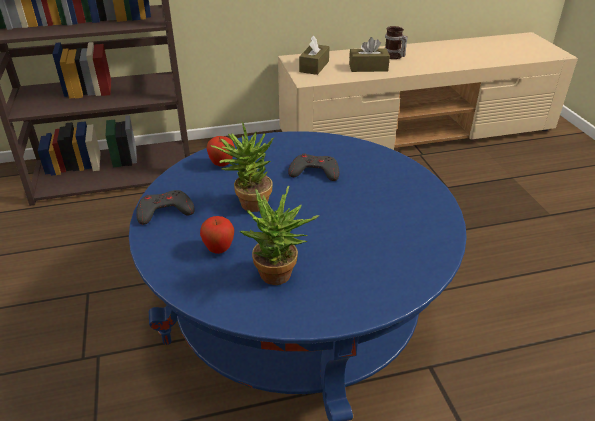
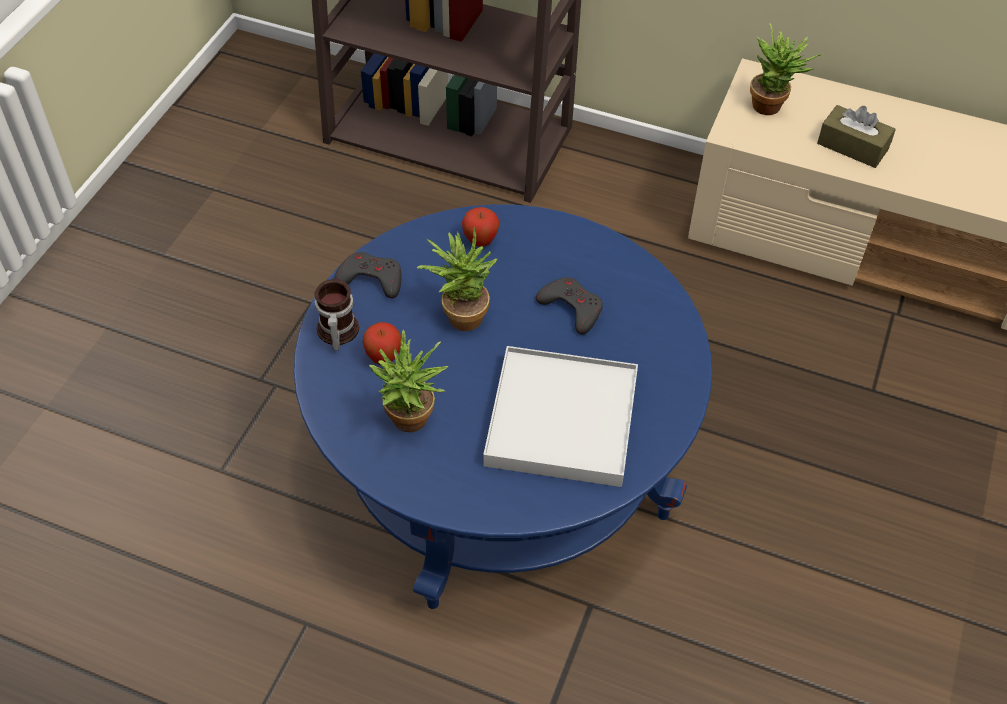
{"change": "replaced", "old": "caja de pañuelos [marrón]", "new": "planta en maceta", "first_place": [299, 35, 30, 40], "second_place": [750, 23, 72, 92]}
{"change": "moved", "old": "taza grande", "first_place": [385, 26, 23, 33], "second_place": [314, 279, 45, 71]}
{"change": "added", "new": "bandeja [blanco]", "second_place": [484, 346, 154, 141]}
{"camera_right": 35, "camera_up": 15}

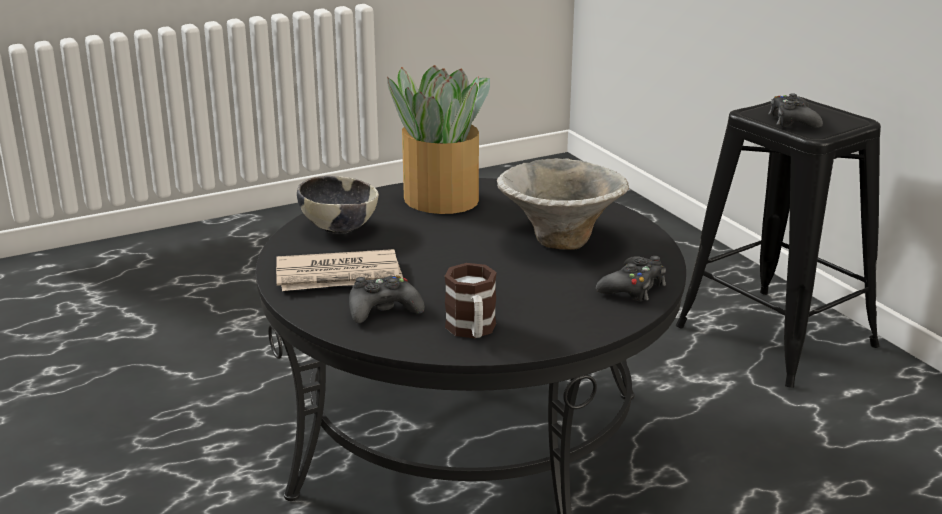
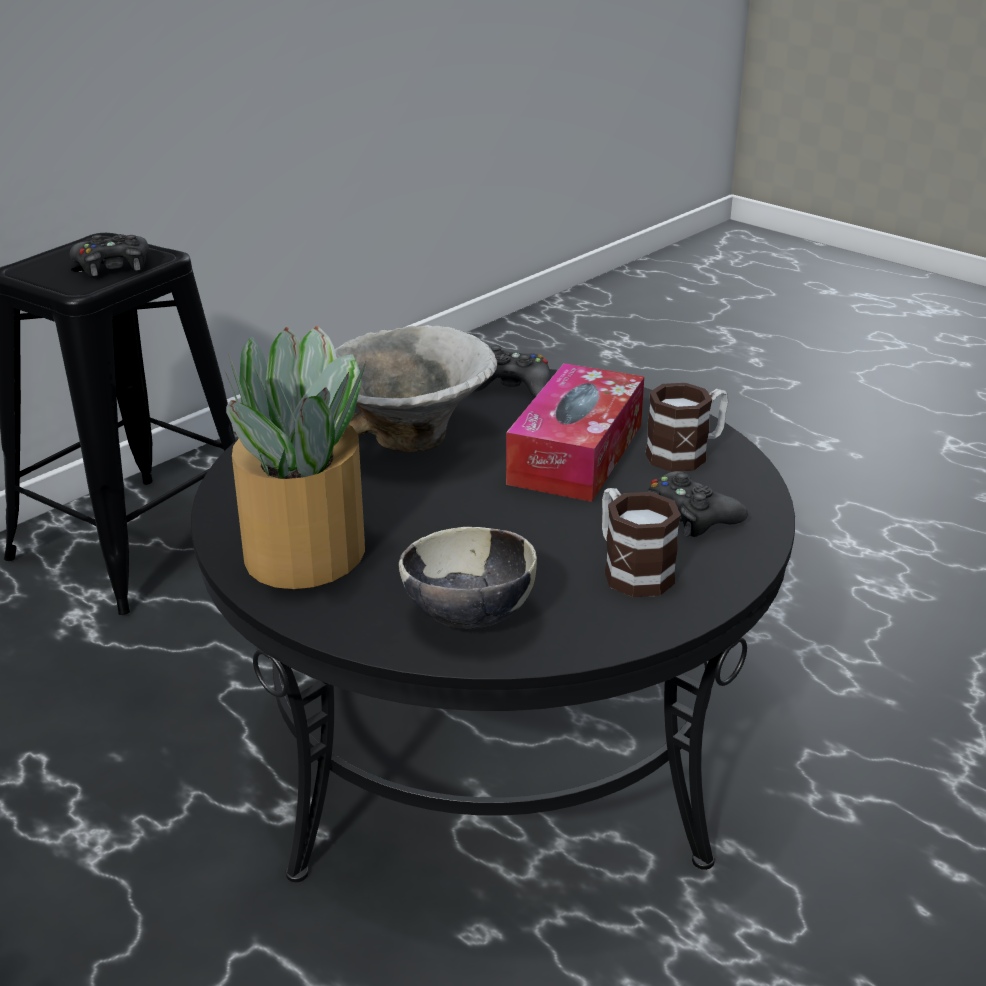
{"change": "replaced", "old": "periódico", "new": "taza grande", "first_place": [276, 249, 127, 42], "second_place": [602, 488, 79, 109]}
{"change": "added", "new": "caja de pañuelos", "second_place": [506, 363, 138, 139]}
{"camera_right": -110, "camera_up": 5}

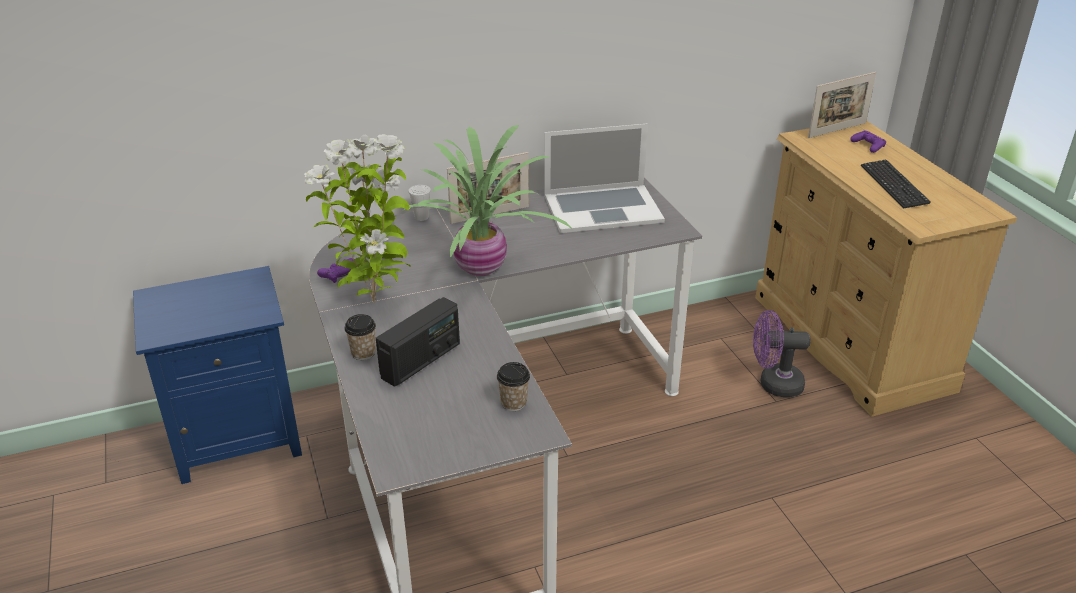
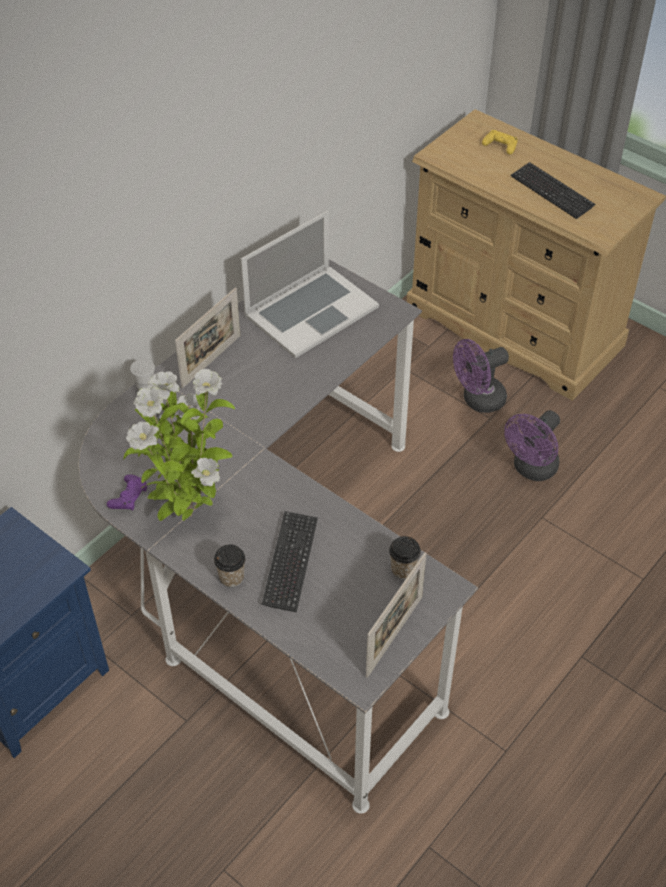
{"change": "replaced", "old": "radio", "new": "teclado", "first_place": [376, 297, 84, 90], "second_place": [261, 511, 57, 101]}
{"change": "removed", "old": "planta en maceta", "first_place": [401, 125, 170, 151]}
{"change": "moved", "old": "portarretratos", "first_place": [808, 72, 68, 66], "second_place": [366, 552, 61, 126]}
{"change": "recoloured", "old": "mando de consola [morado]", "new": "mando de consola [amarillo]", "first_place": [850, 130, 36, 23], "second_place": [482, 130, 36, 24]}
{"change": "added", "new": "ventilador [morado]", "second_place": [504, 410, 56, 71]}
{"camera_right": -30, "camera_up": 15}

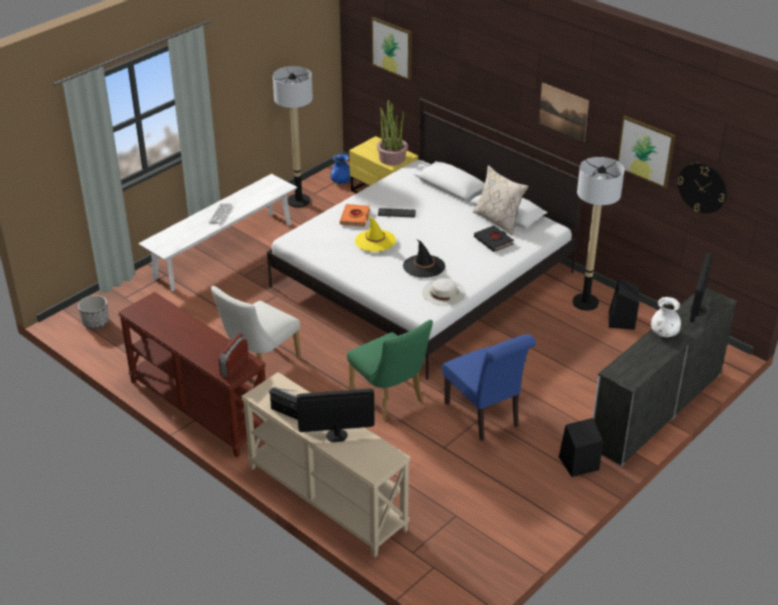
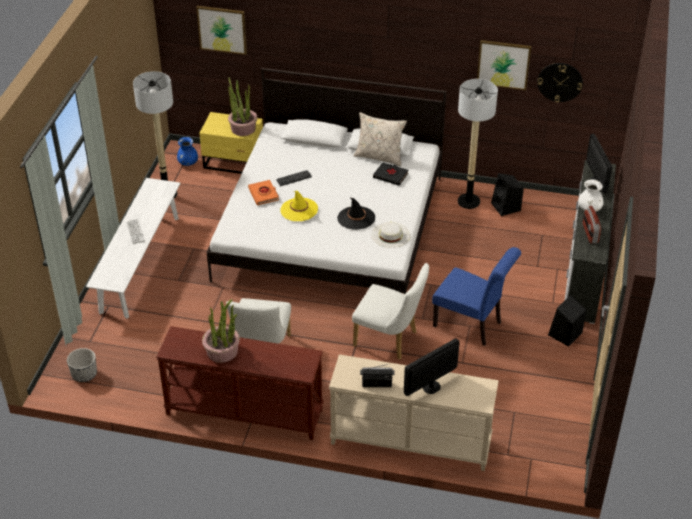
{"change": "moved", "old": "radio", "first_place": [219, 333, 30, 45], "second_place": [583, 206, 18, 38]}
{"change": "recoloured", "old": "silla [verde]", "new": "silla [blanco]", "first_place": [347, 320, 86, 100], "second_place": [352, 263, 77, 97]}
{"change": "removed", "old": "cuadro", "first_place": [539, 83, 50, 59]}
{"change": "added", "new": "planta en maceta", "second_place": [202, 299, 38, 64]}
{"camera_right": -30, "camera_up": 5}

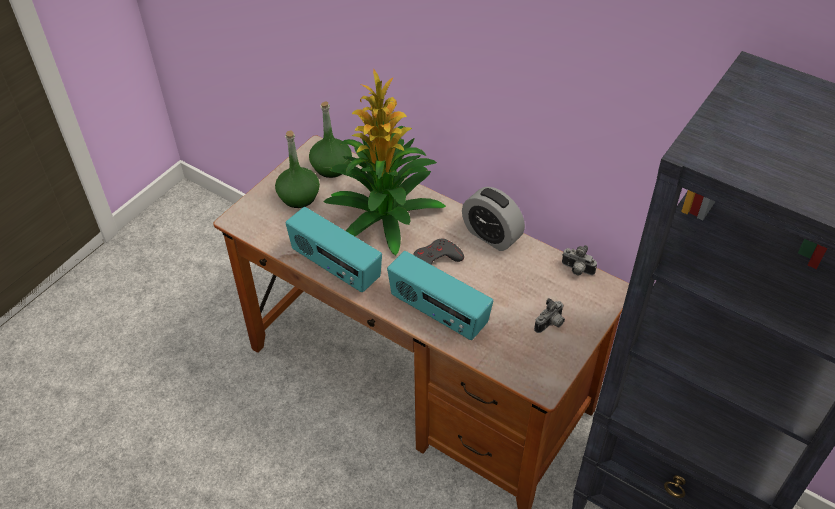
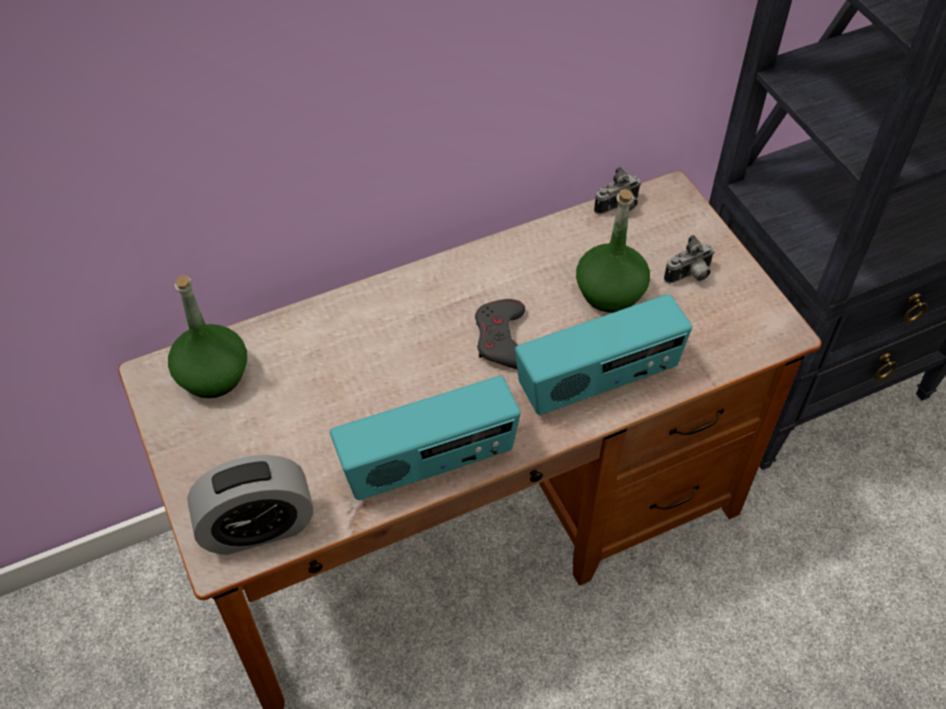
{"change": "moved", "old": "botella [verde]", "first_place": [275, 130, 45, 78], "second_place": [576, 189, 74, 124]}
{"change": "removed", "old": "planta en maceta", "first_place": [323, 68, 123, 188]}
{"change": "moved", "old": "despertador", "first_place": [462, 187, 63, 64], "second_place": [187, 455, 126, 100]}
{"change": "turned", "old": "cámara", "first_place": [534, 298, 31, 35], "second_place": [664, 235, 51, 49], "degrees": 75}
{"camera_right": -60, "camera_up": 5}

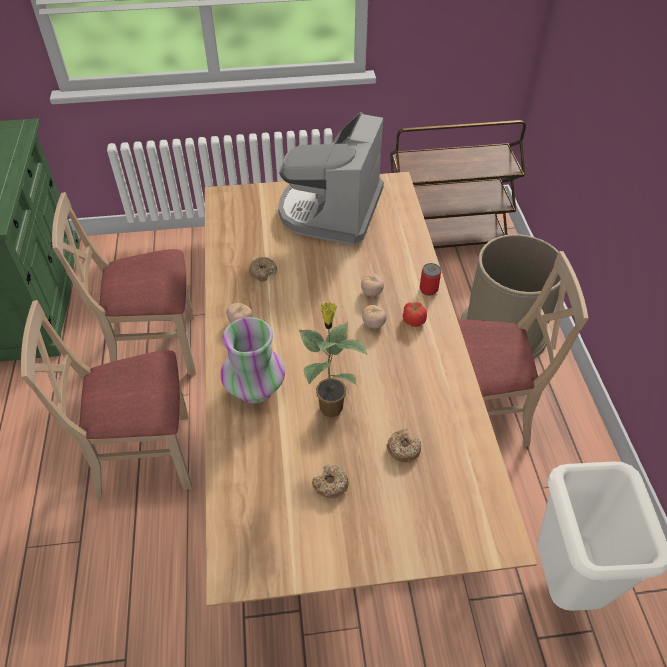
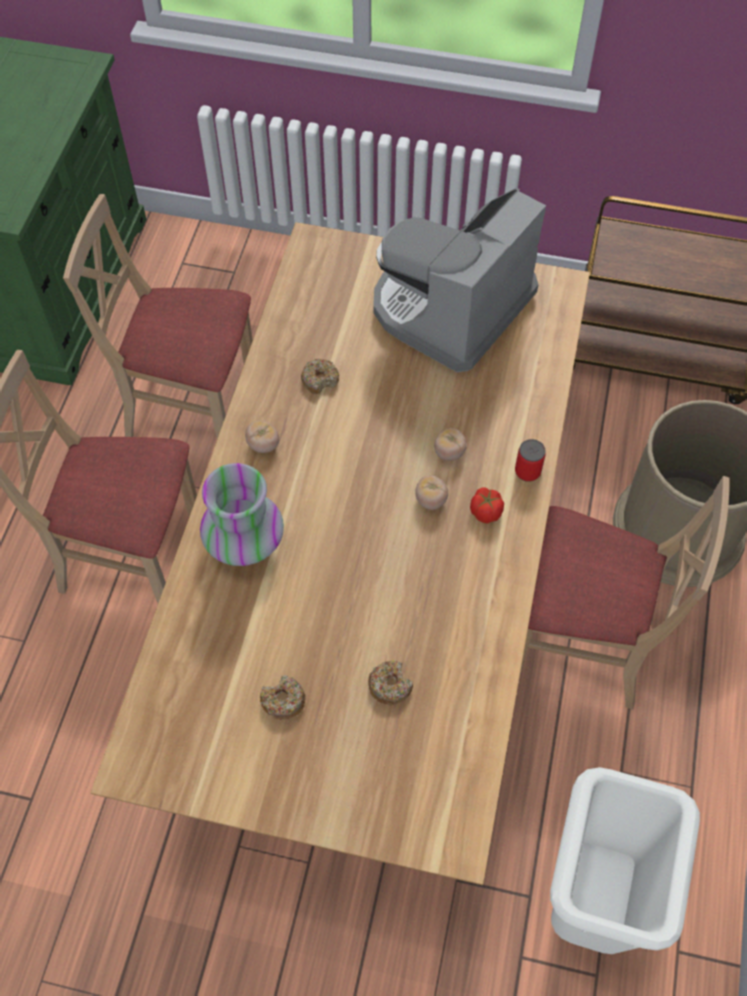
{"change": "removed", "old": "planta en maceta", "first_place": [299, 302, 69, 115]}
{"camera_right": 20, "camera_up": 10}

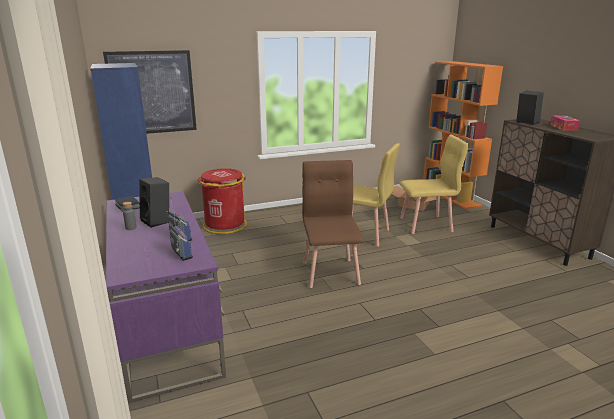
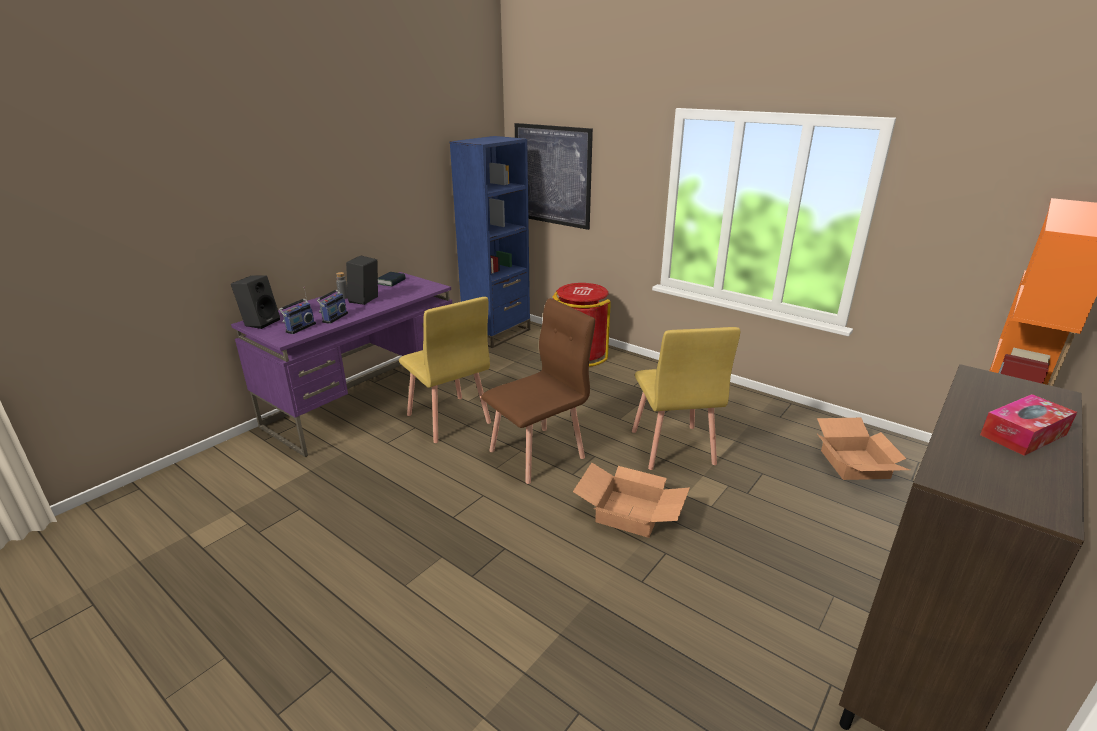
{"change": "moved", "old": "silla [amarillo]", "first_place": [399, 135, 70, 99], "second_place": [399, 297, 92, 146]}
{"change": "moved", "old": "altavoz [negro]", "first_place": [516, 91, 28, 34], "second_place": [231, 275, 49, 54]}
{"change": "added", "new": "caja de cartón", "second_place": [573, 463, 117, 75]}
{"camera_right": 60, "camera_up": 5}

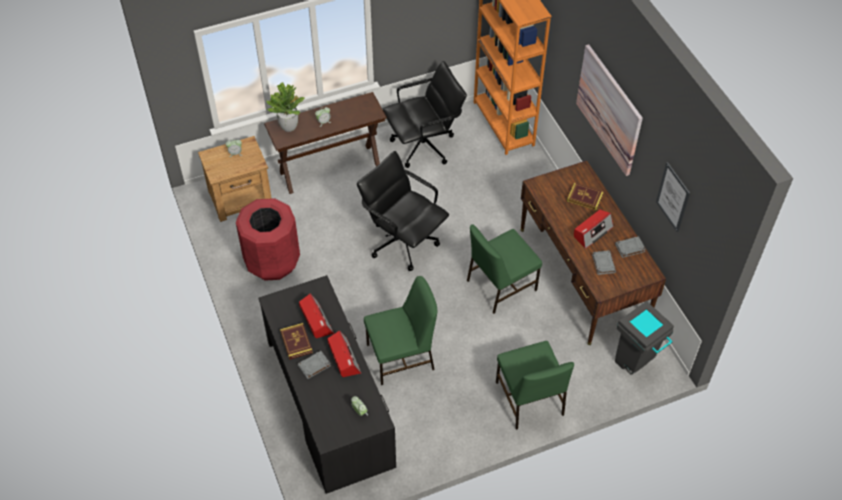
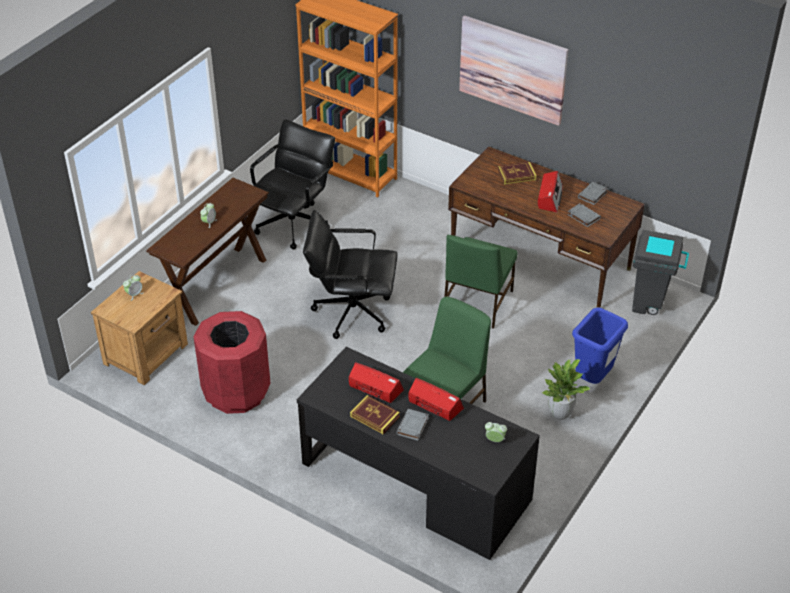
{"change": "moved", "old": "planta en maceta", "first_place": [266, 82, 39, 50], "second_place": [542, 359, 48, 61]}
{"change": "replaced", "old": "silla [verde]", "new": "papelera [azul]", "first_place": [496, 341, 78, 89], "second_place": [572, 307, 56, 77]}
{"change": "removed", "old": "cuadro", "first_place": [656, 162, 34, 70]}
{"camera_right": -35, "camera_up": -10}

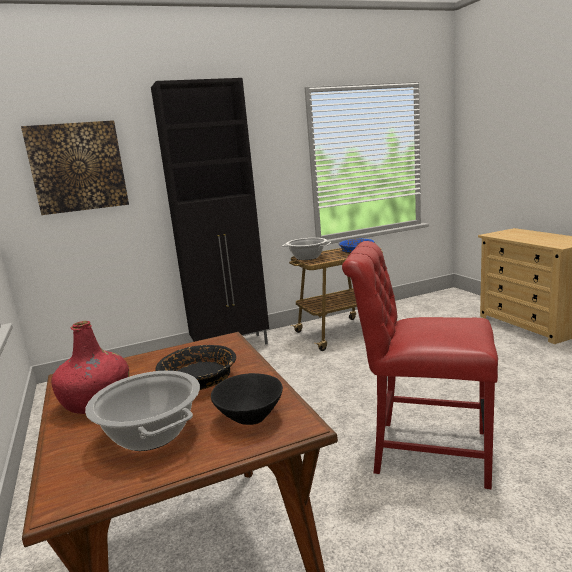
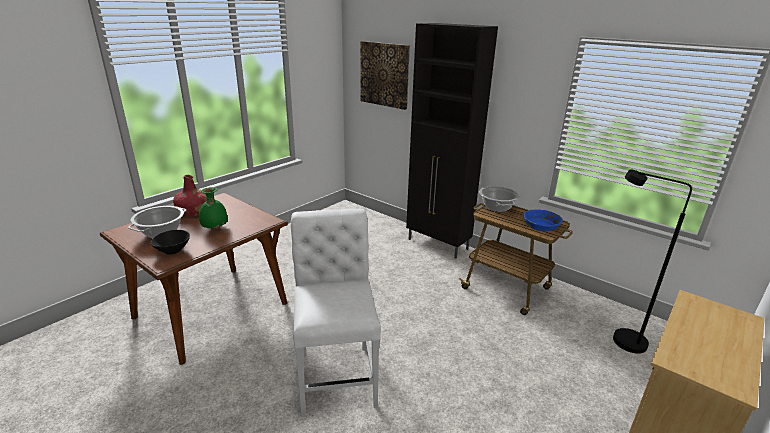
{"change": "replaced", "old": "cuenco [negro]", "new": "florero [verde]", "first_place": [155, 345, 81, 45], "second_place": [199, 187, 29, 42]}
{"change": "recoloured", "old": "silla [rojo]", "new": "silla [blanco]", "first_place": [342, 241, 156, 248], "second_place": [291, 209, 90, 208]}
{"change": "added", "new": "lámpara de pie [negro]", "second_place": [613, 170, 79, 184]}
{"camera_right": 60, "camera_up": 10}

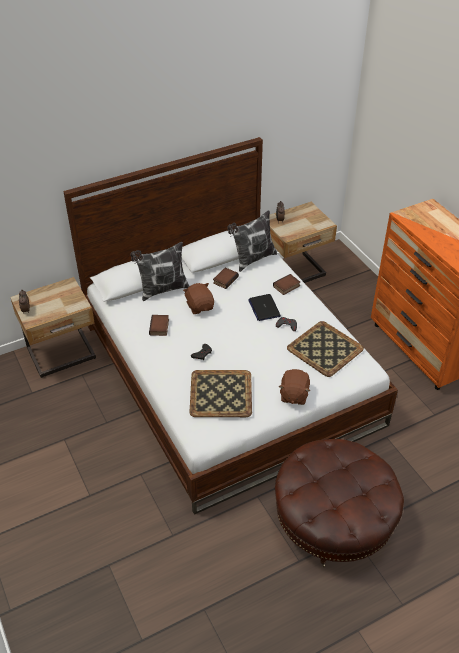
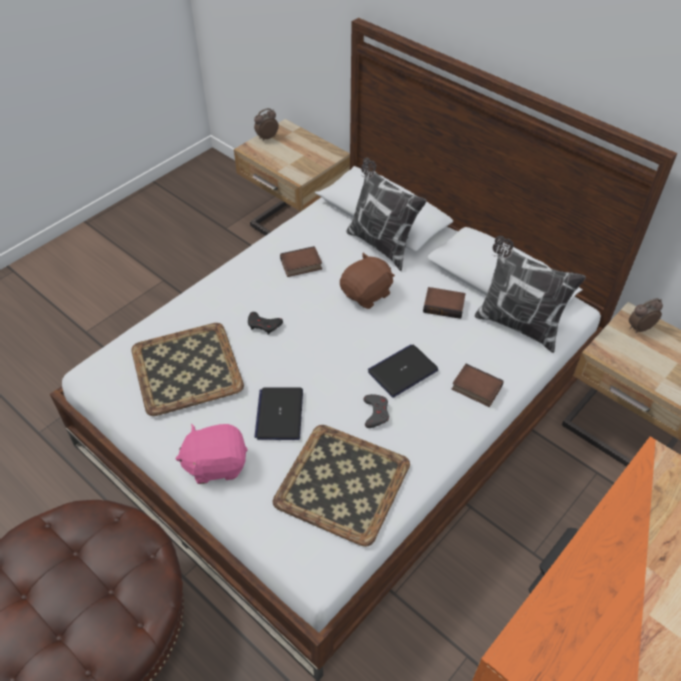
{"change": "recoloured", "old": "peluche [marrón]", "new": "peluche [rosa]", "first_place": [279, 369, 31, 36], "second_place": [176, 424, 72, 60]}
{"change": "added", "new": "portátil", "second_place": [254, 387, 49, 53]}
{"camera_right": 70, "camera_up": 5}

